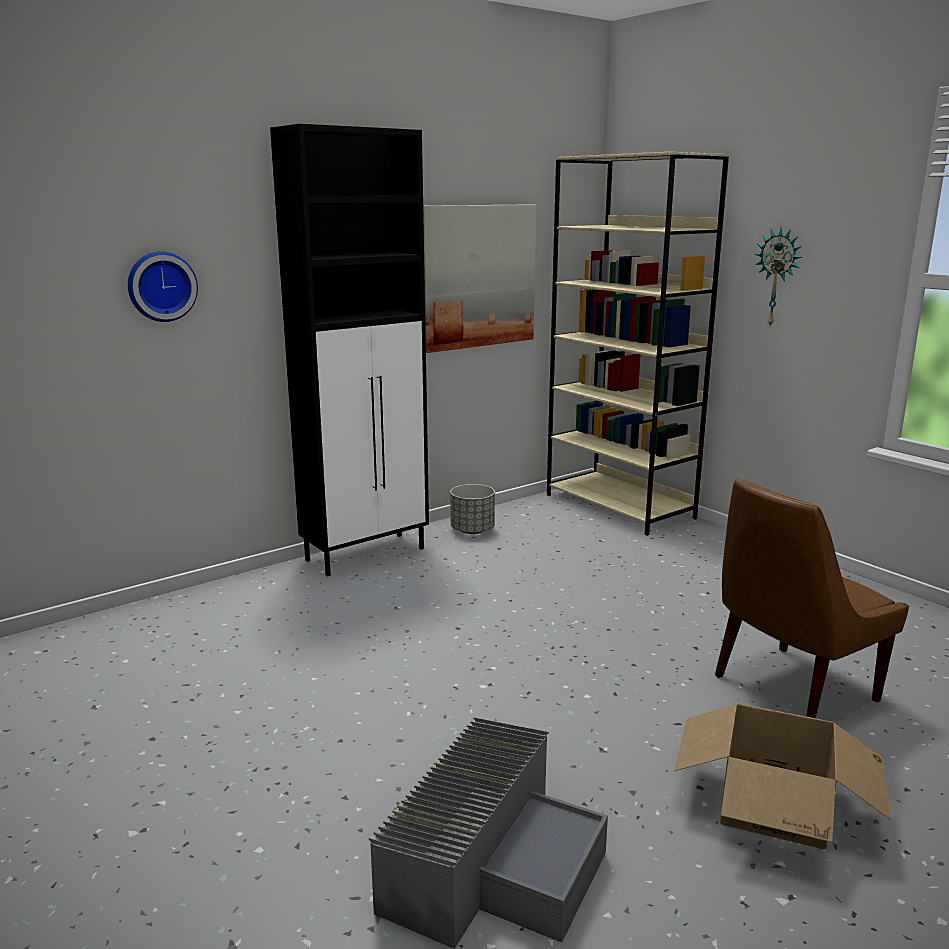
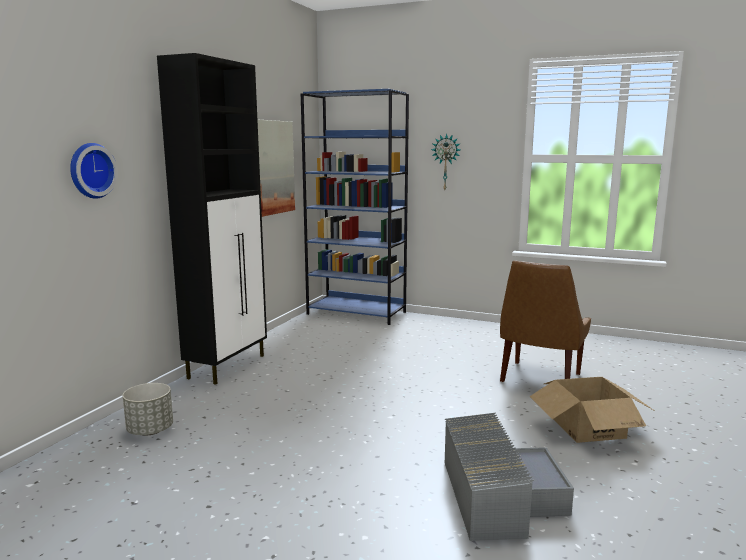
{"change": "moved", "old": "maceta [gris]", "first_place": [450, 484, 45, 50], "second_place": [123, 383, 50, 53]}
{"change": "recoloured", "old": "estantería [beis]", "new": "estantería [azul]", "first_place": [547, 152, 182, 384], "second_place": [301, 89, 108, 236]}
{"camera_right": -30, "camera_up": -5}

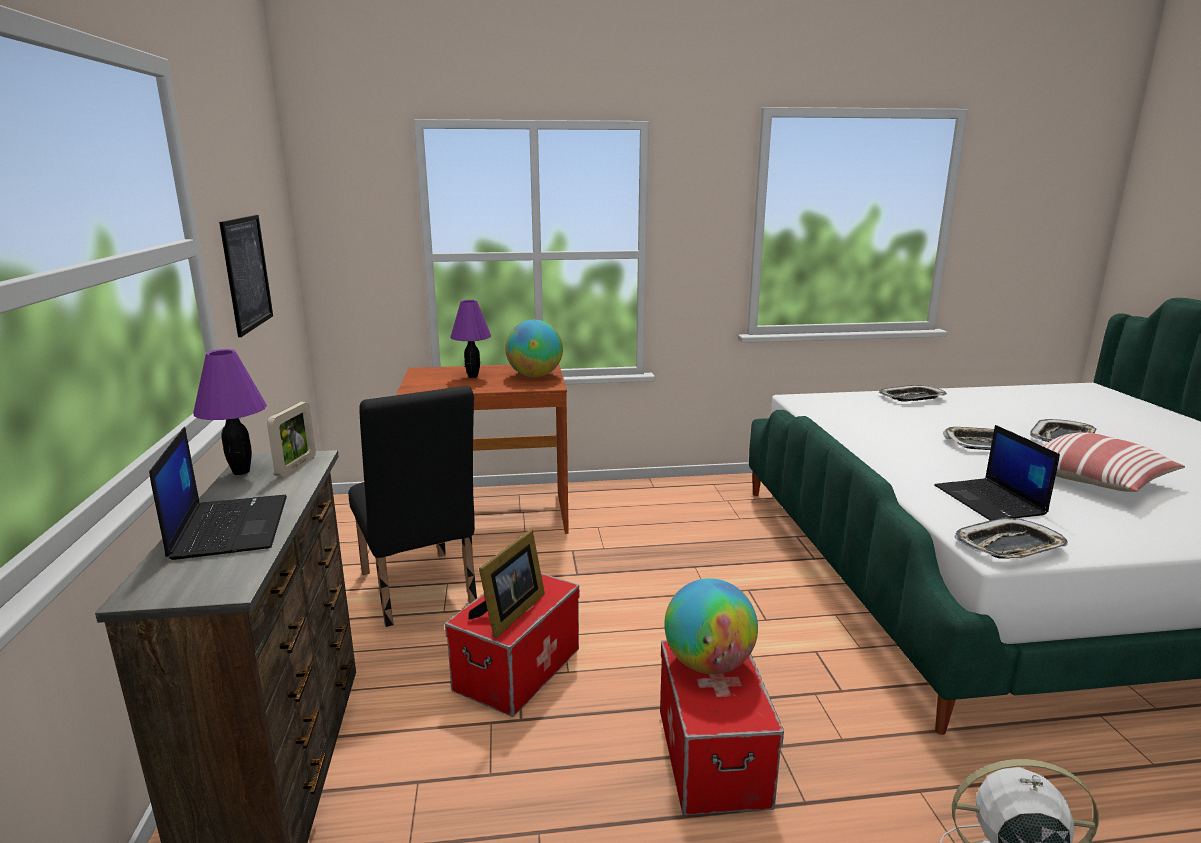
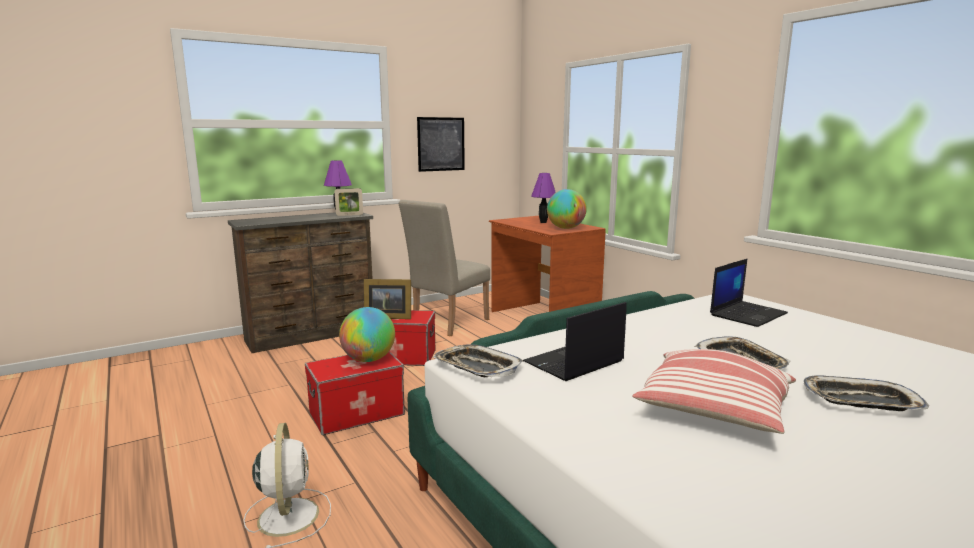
{"change": "moved", "old": "portátil", "first_place": [149, 427, 138, 133], "second_place": [710, 259, 78, 68]}
{"change": "recoloured", "old": "silla [negro]", "new": "silla [beis]", "first_place": [348, 386, 129, 241], "second_place": [399, 200, 91, 136]}
{"change": "removed", "old": "bandeja", "first_place": [879, 385, 68, 17]}
{"camera_right": 65, "camera_up": -5}

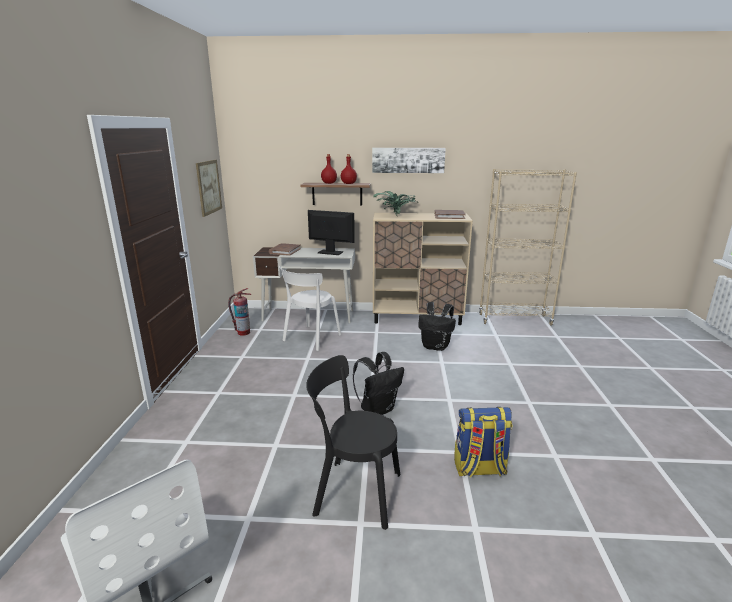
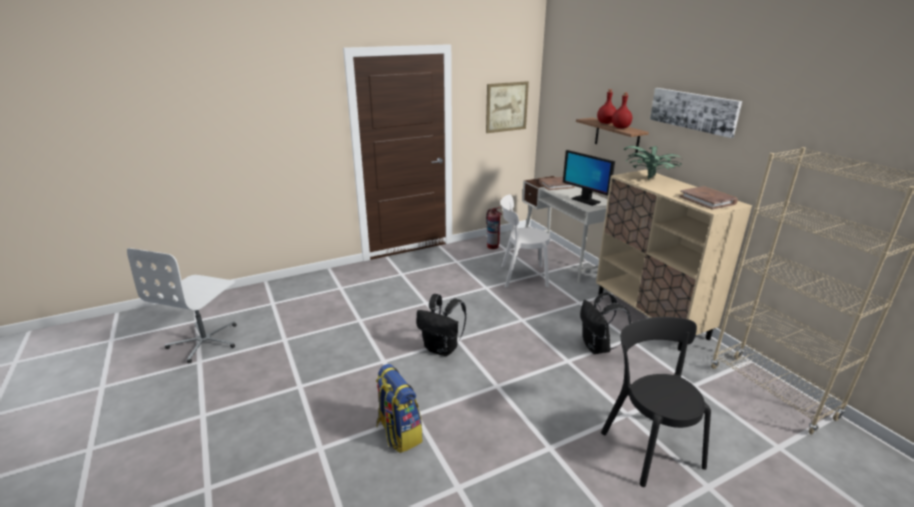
{"change": "moved", "old": "silla [negro]", "first_place": [306, 355, 94, 175], "second_place": [601, 317, 110, 170]}
{"change": "turned", "old": "monitor", "first_place": [308, 210, 47, 45], "second_place": [563, 150, 52, 56], "degrees": 150}
{"camera_right": 60, "camera_up": 5}

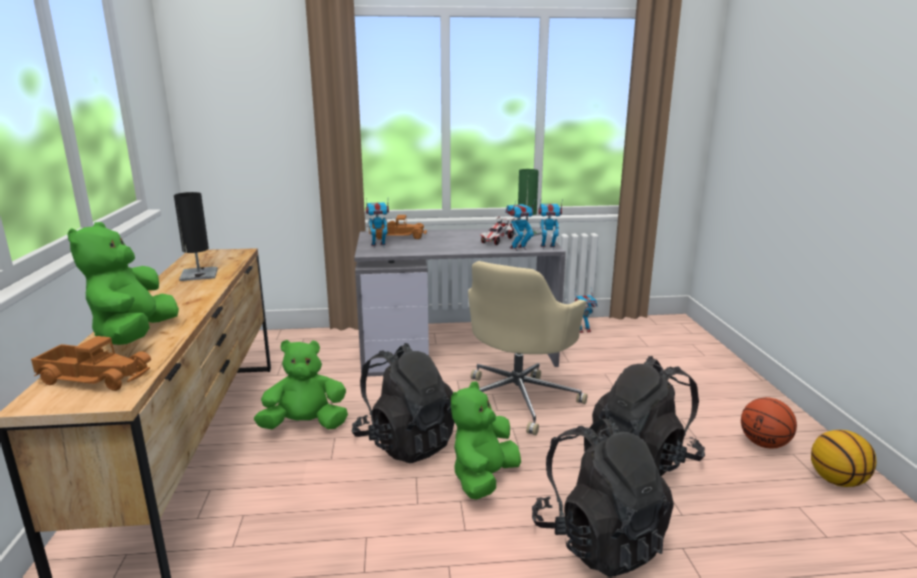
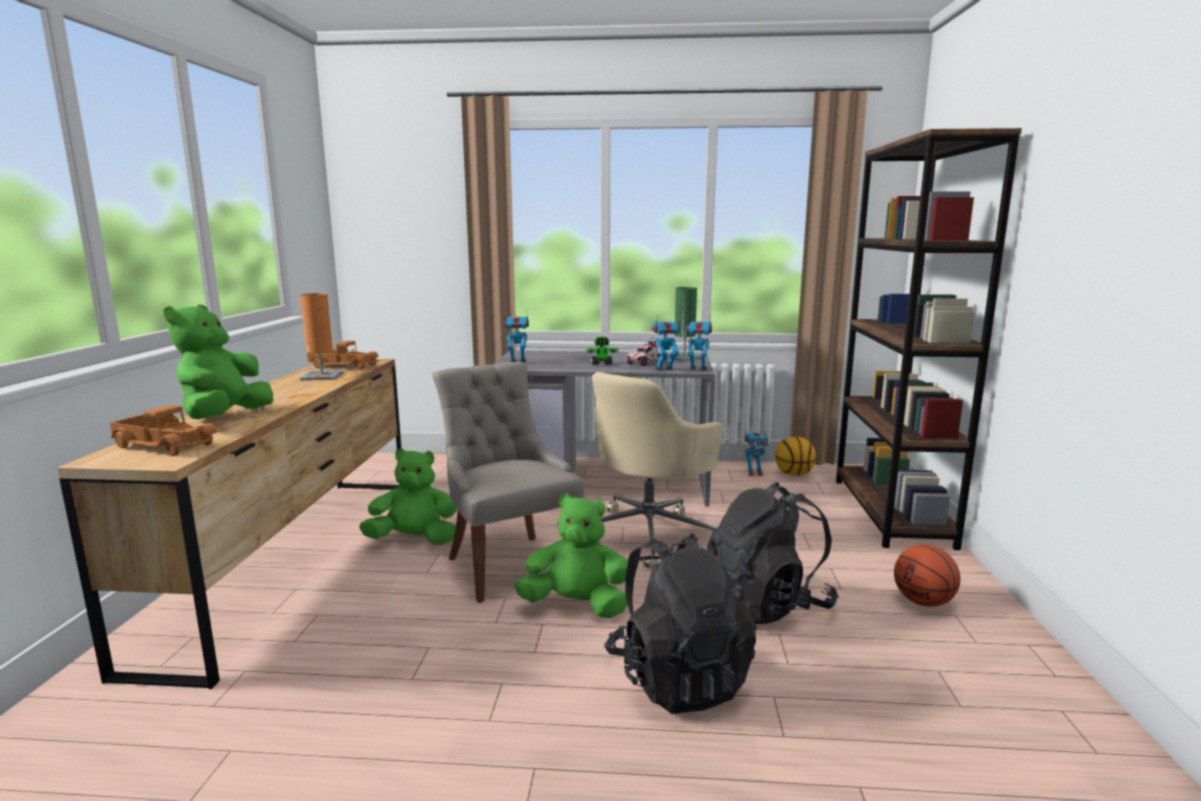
{"change": "recoloured", "old": "lámpara de mesa [negro]", "new": "lámpara de mesa [naranja]", "first_place": [174, 192, 44, 89], "second_place": [300, 293, 43, 87]}
{"change": "replaced", "old": "mochila [negro]", "new": "silla [gris]", "first_place": [352, 343, 103, 120], "second_place": [433, 362, 151, 241]}
{"change": "moved", "old": "camión de juguete", "first_place": [369, 215, 58, 25], "second_place": [307, 341, 72, 29]}
{"change": "turned", "old": "peluche [verde]", "first_place": [451, 381, 70, 119], "second_place": [514, 493, 114, 125], "degrees": 60}
{"change": "moved", "old": "balón de baloncesto", "first_place": [811, 430, 66, 57], "second_place": [775, 437, 41, 39]}
{"change": "added", "new": "robot de juguete", "second_place": [585, 337, 34, 28]}
{"change": "added", "new": "estantería [marrón]", "second_place": [836, 128, 186, 422]}
{"camera_right": 10, "camera_up": -5}

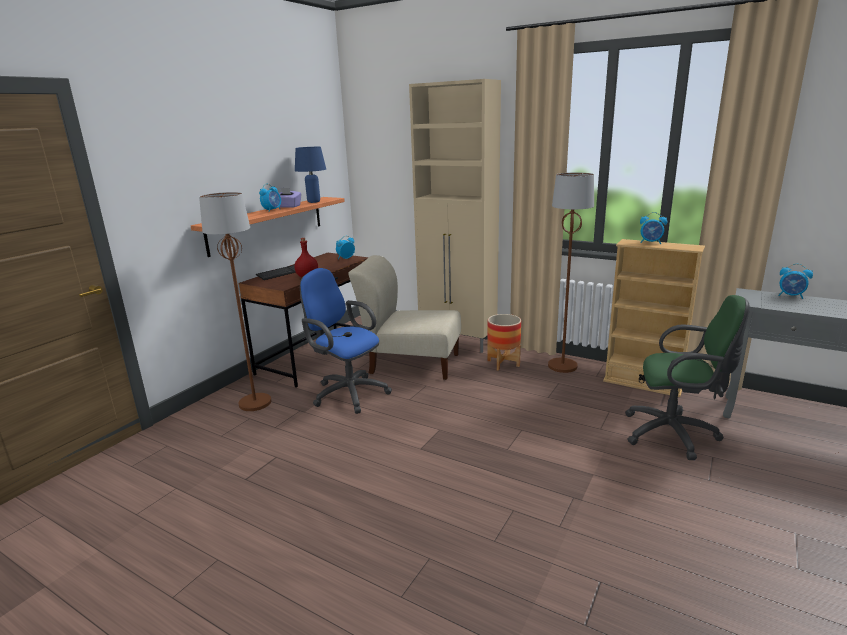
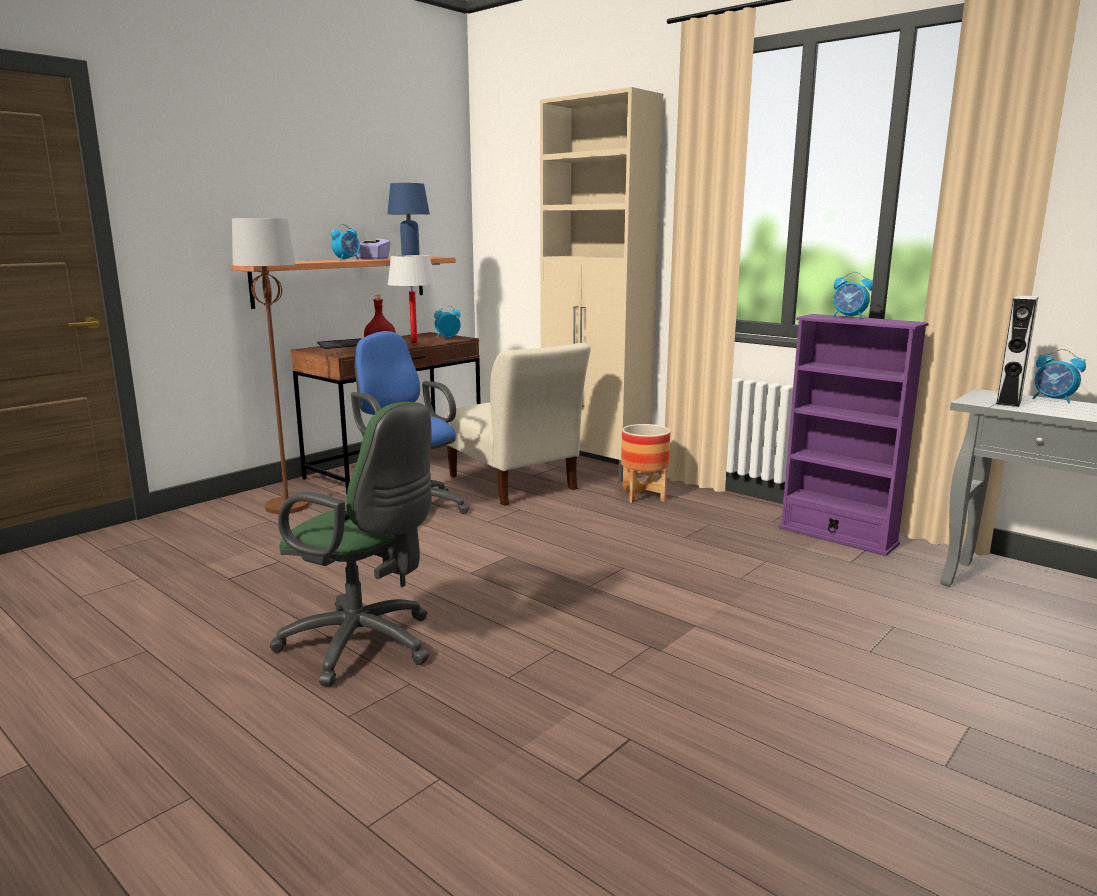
{"change": "turned", "old": "silla [beis]", "first_place": [348, 255, 113, 125], "second_place": [445, 343, 146, 163], "degrees": -150}
{"change": "removed", "old": "lámpara de pie [marrón]", "first_place": [548, 172, 46, 201]}
{"change": "recoloured", "old": "estantería [beis]", "new": "estantería [morado]", "first_place": [603, 239, 102, 158], "second_place": [778, 314, 151, 242]}
{"change": "moved", "old": "silla de oficina [verde]", "first_place": [625, 295, 125, 165], "second_place": [270, 402, 162, 285]}
{"change": "added", "new": "lámpara de mesa [blanco]", "second_place": [387, 255, 49, 89]}
{"change": "added", "new": "altavoz [gris]", "second_place": [996, 295, 43, 112]}
{"camera_right": 10, "camera_up": -5}

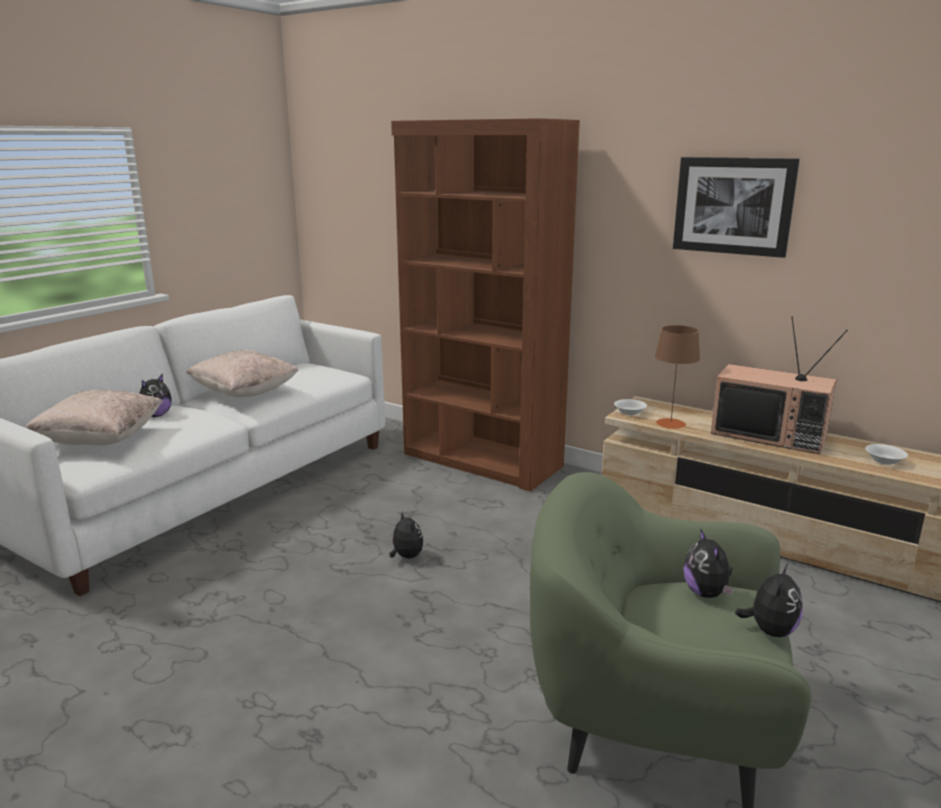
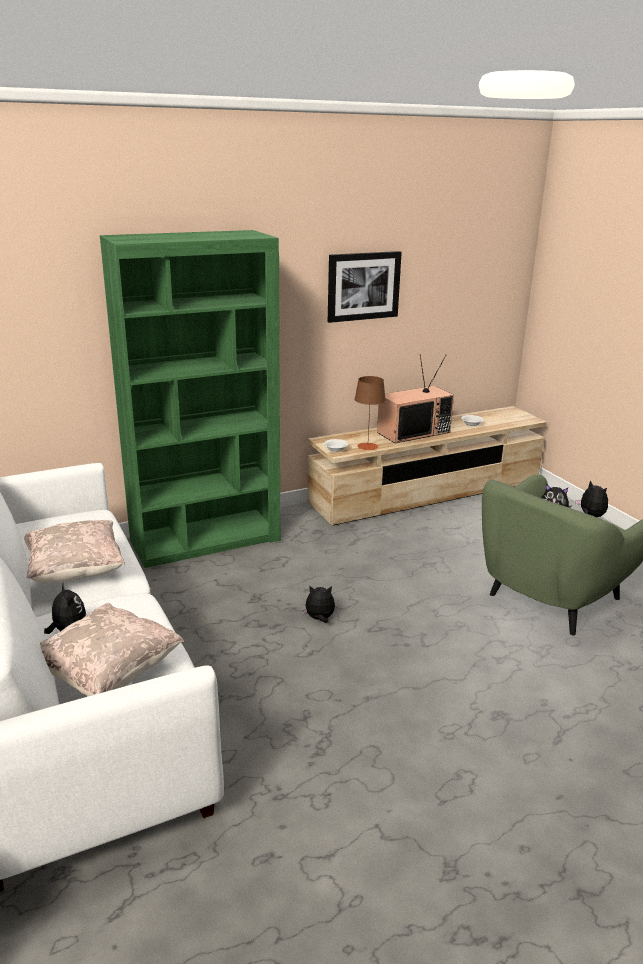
{"change": "recoloured", "old": "estantería [marrón]", "new": "estantería [verde]", "first_place": [391, 118, 189, 374], "second_place": [100, 230, 180, 338]}
{"camera_right": -60, "camera_up": 5}

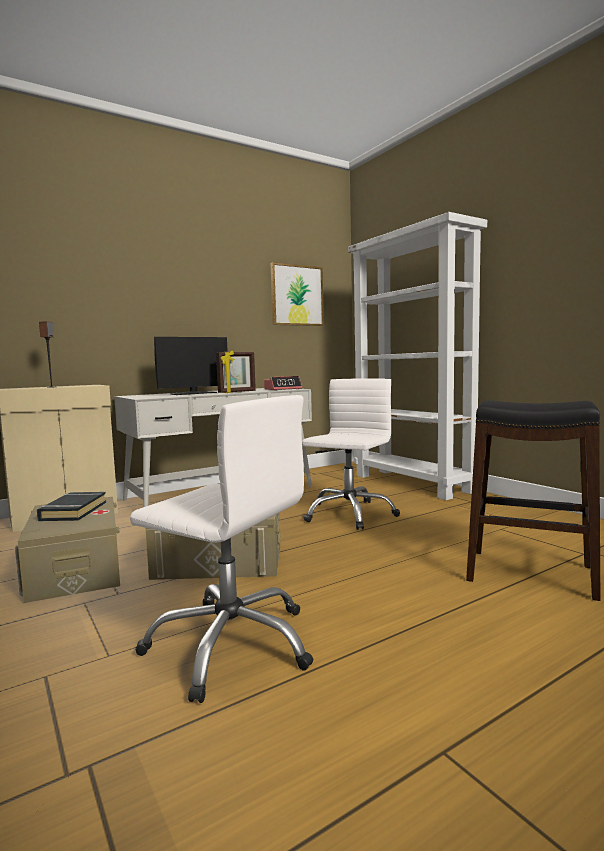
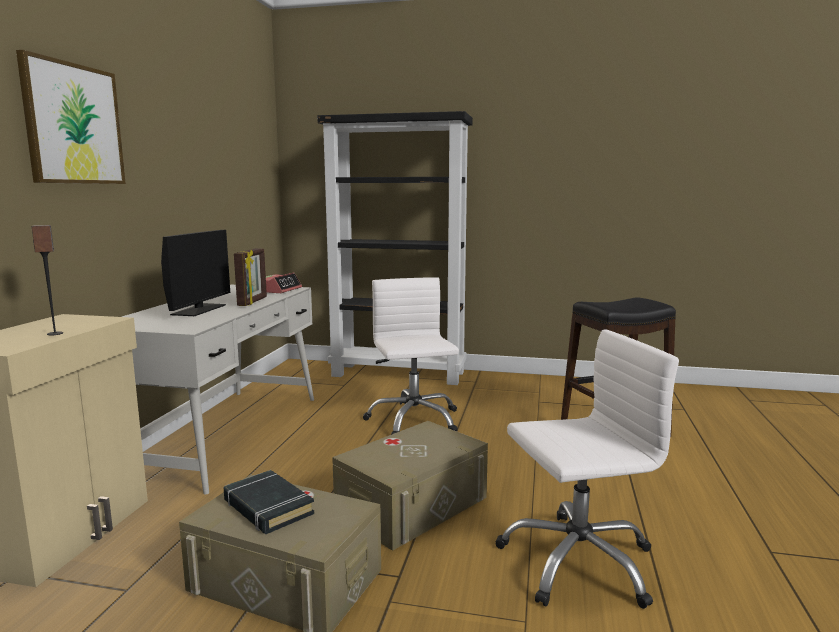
{"change": "moved", "old": "cuadro", "first_place": [271, 262, 53, 64], "second_place": [16, 50, 110, 134]}
{"change": "recoloured", "old": "estantería [blanco]", "new": "estantería [negro]", "first_place": [348, 212, 139, 288], "second_place": [317, 111, 156, 274]}
{"camera_right": -45, "camera_up": 5}

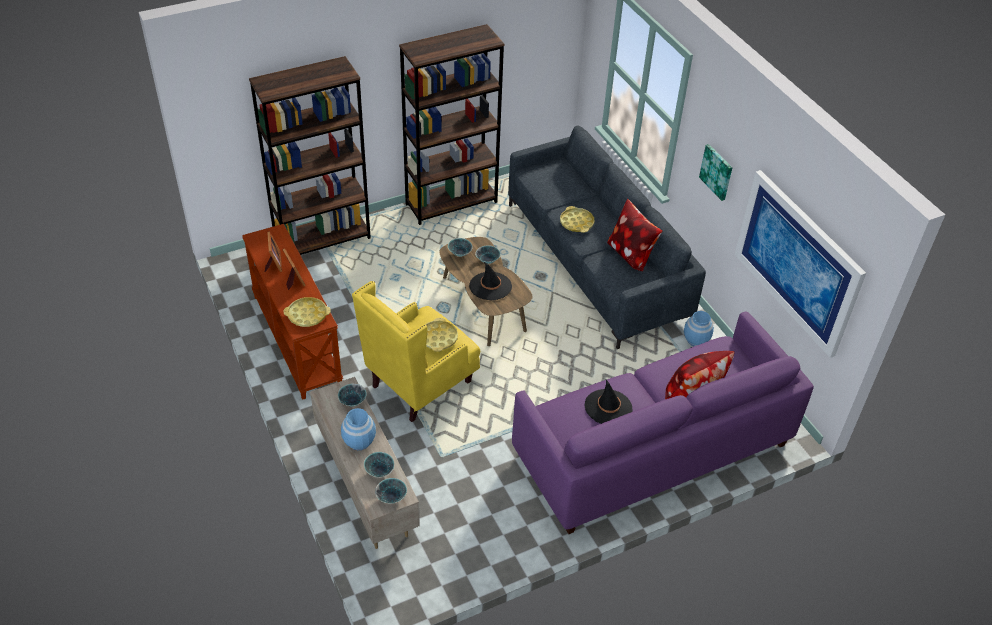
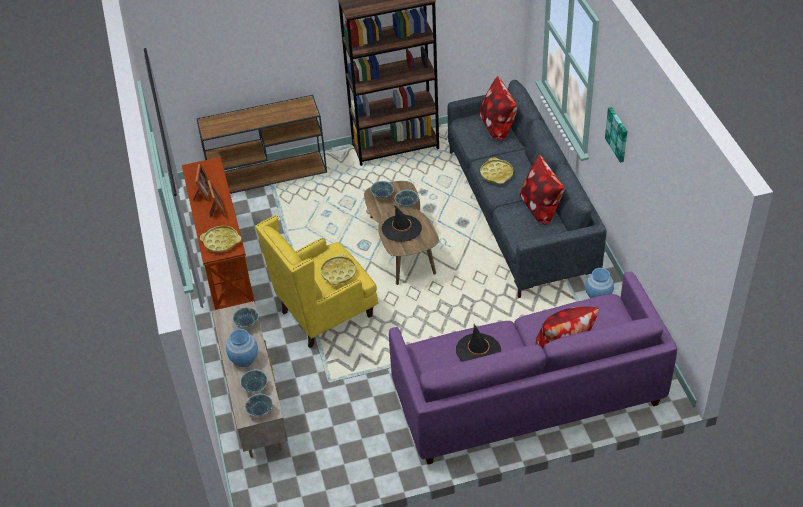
{"change": "replaced", "old": "estantería [marrón]", "new": "mesa consola [marrón]", "first_place": [249, 56, 122, 199], "second_place": [197, 95, 130, 99]}
{"change": "removed", "old": "cuadro", "first_place": [734, 170, 132, 188]}
{"change": "added", "new": "cojín", "second_place": [479, 76, 39, 65]}
{"camera_right": 15, "camera_up": 0}

